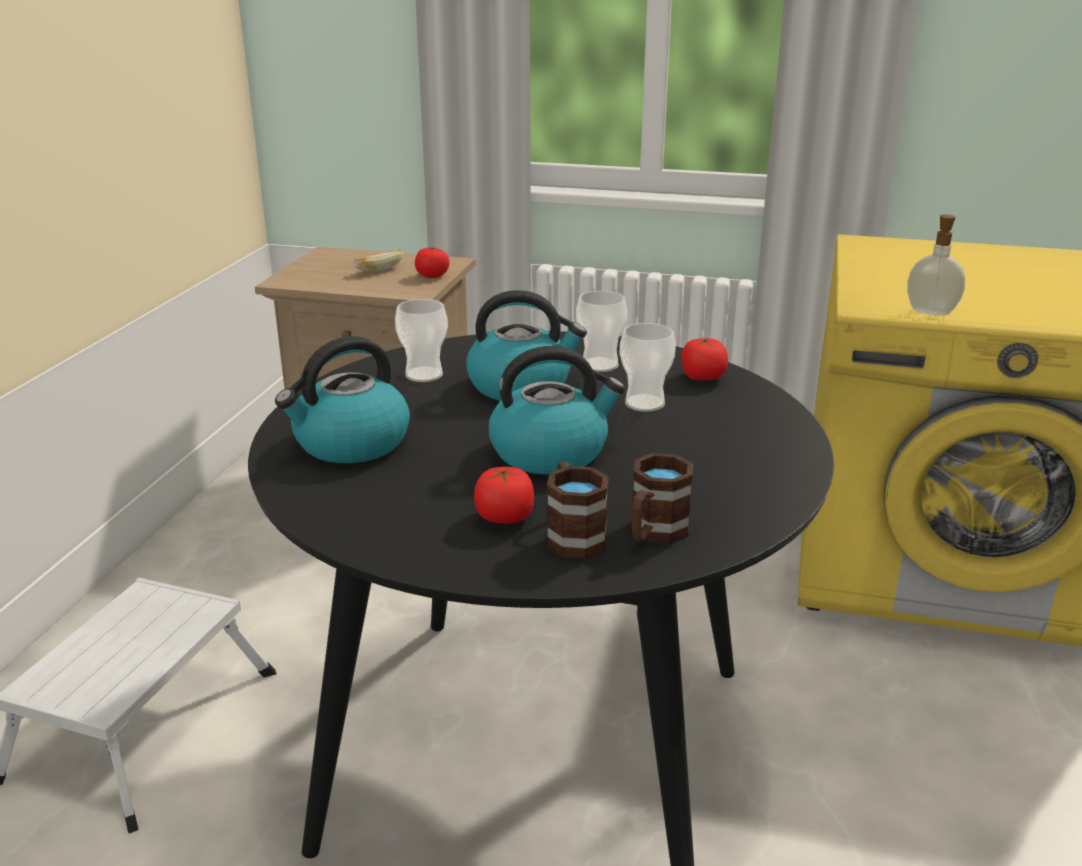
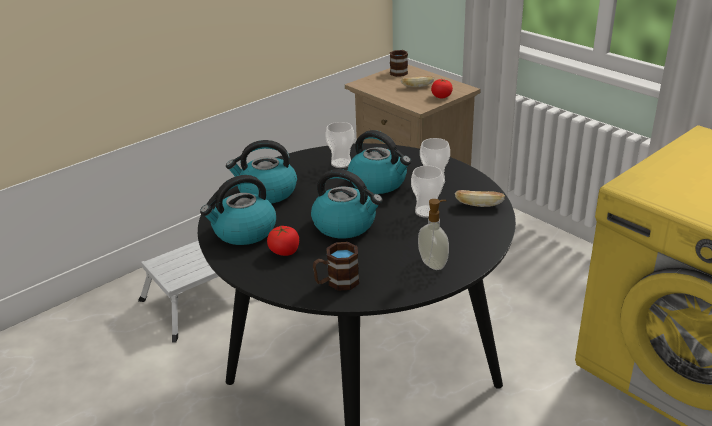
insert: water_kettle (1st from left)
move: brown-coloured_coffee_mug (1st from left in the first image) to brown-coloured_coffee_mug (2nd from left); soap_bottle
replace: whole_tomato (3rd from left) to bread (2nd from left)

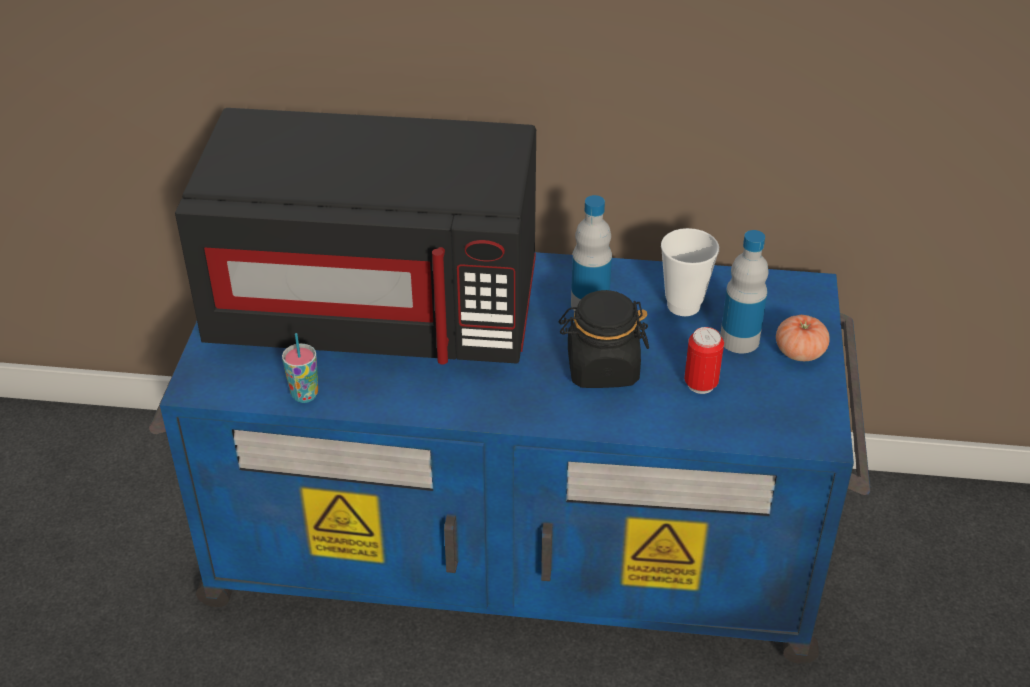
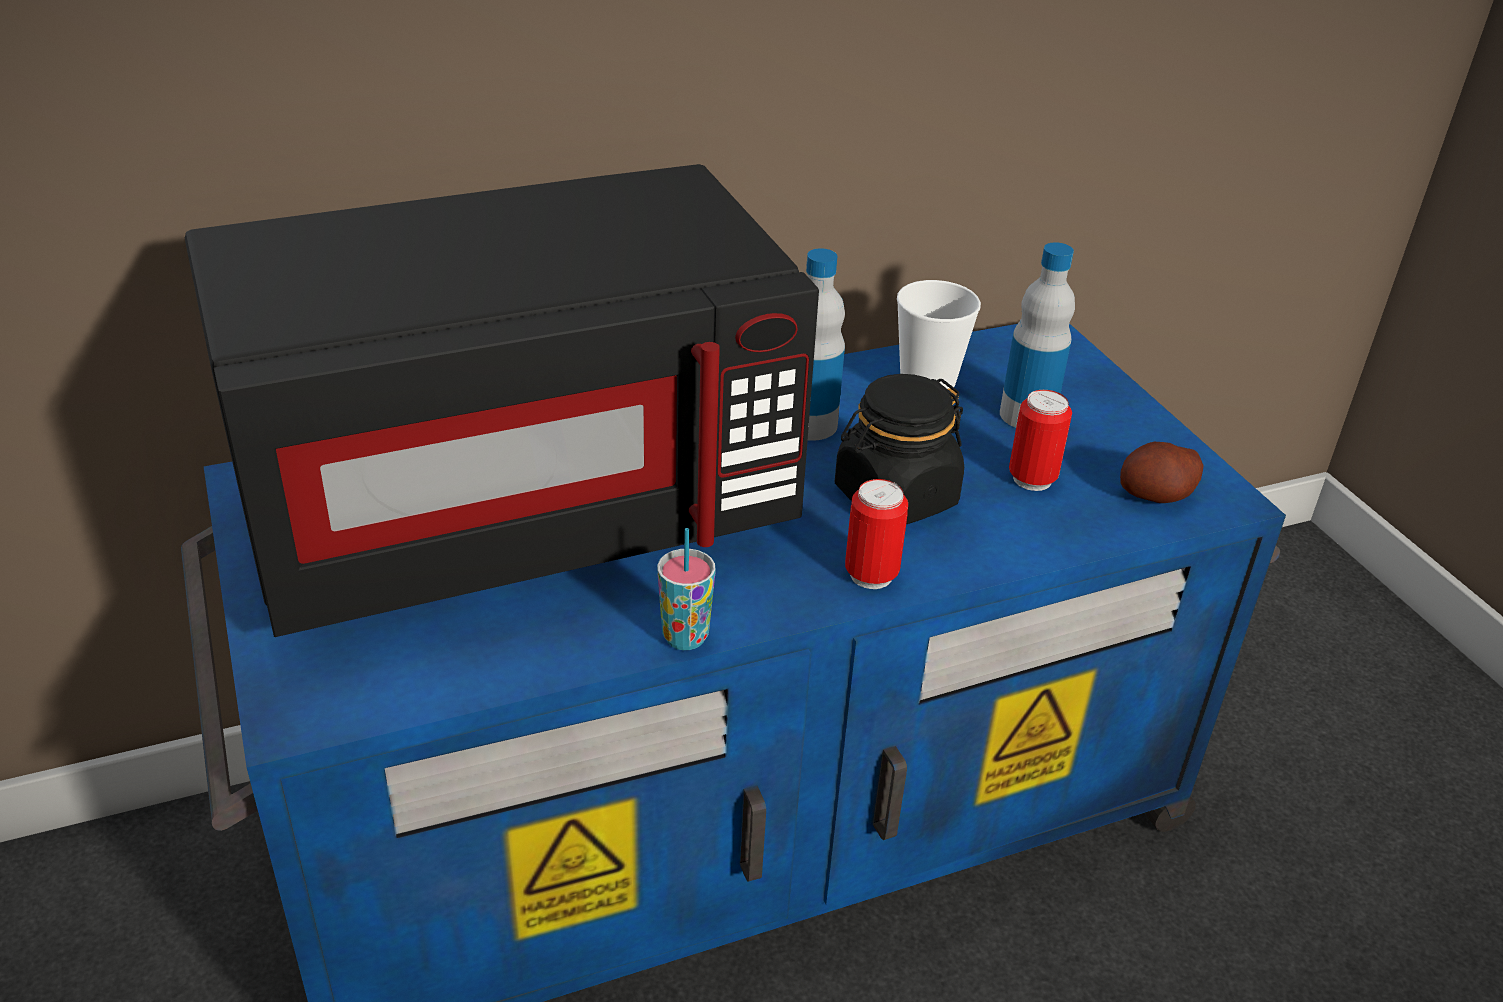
delete: whole_tomato
insert: can (1st from left); spud
move: small_cup (1st from left)

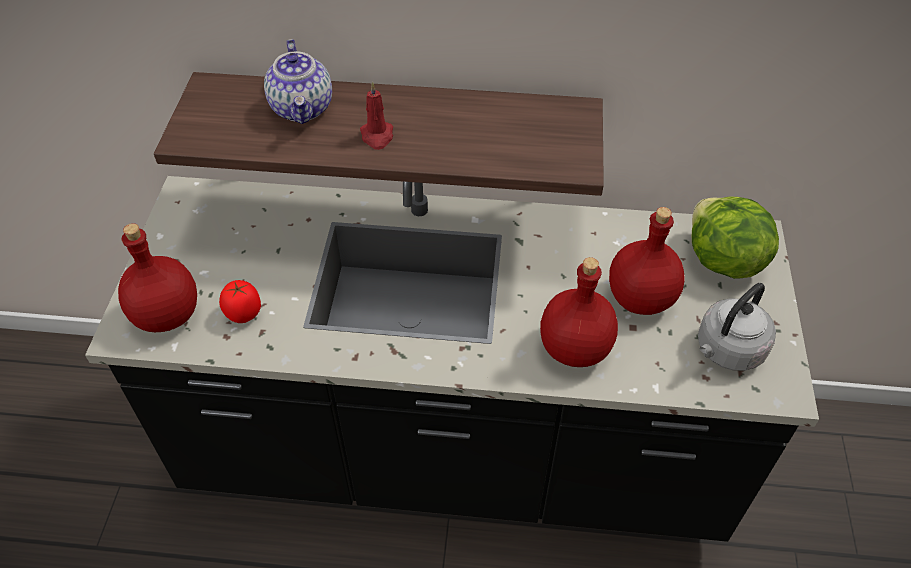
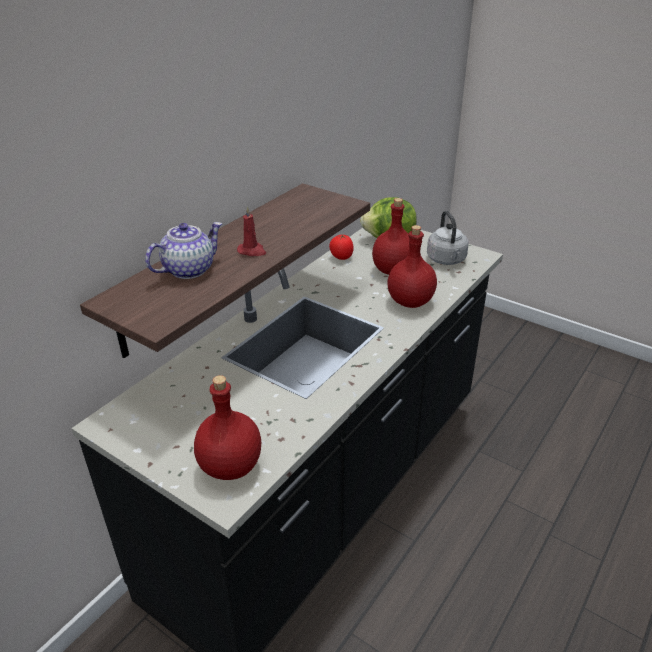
move: whole_tomato
rotate: pot_for_tea 60 degrees counterclockwise

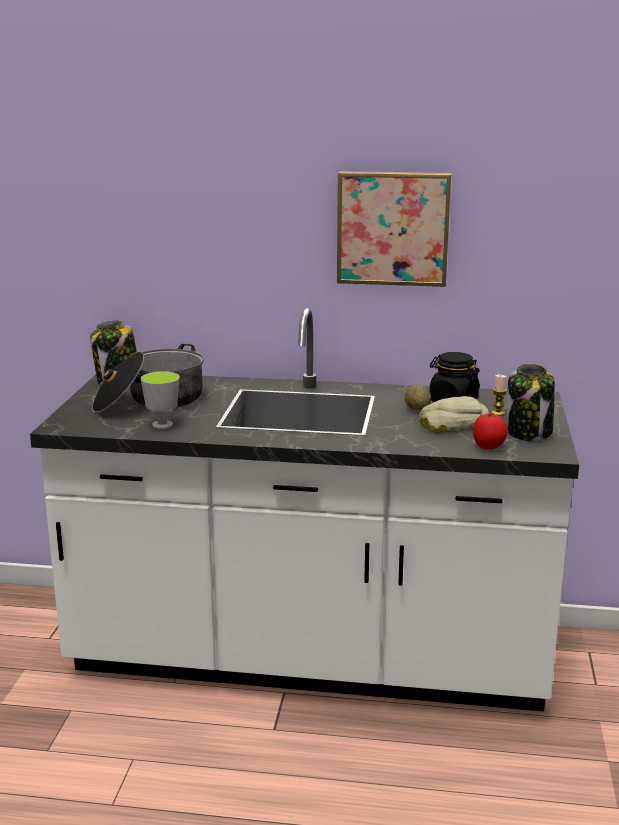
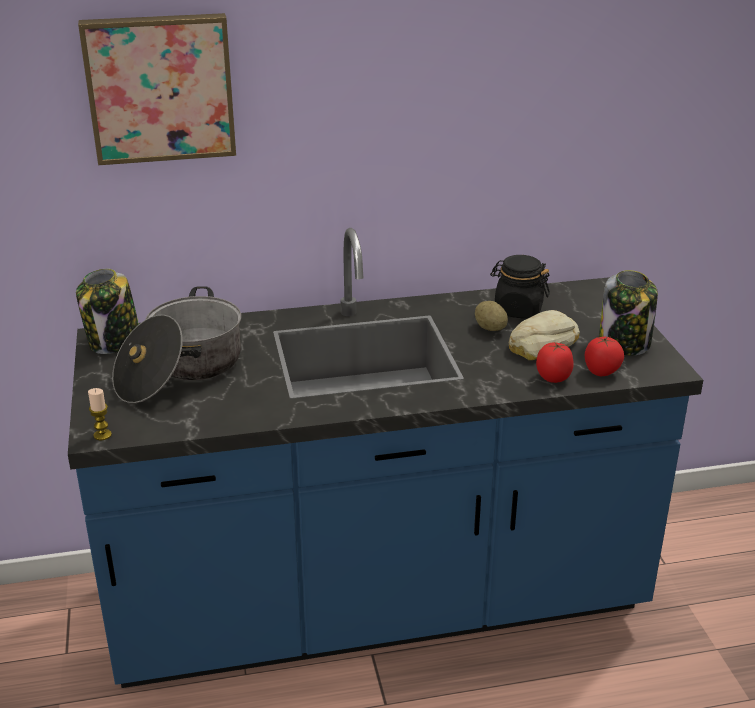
delete: small_cup
insert: whole_tomato (1st from left)
move: picture; wax_light
recolor: white_kitchen_counter to blue-coloured_kitchen_counter

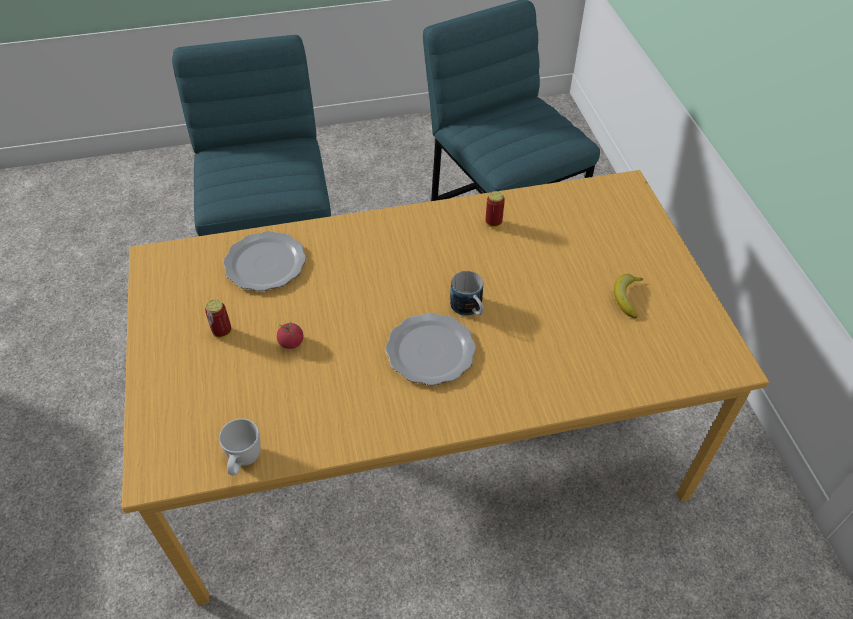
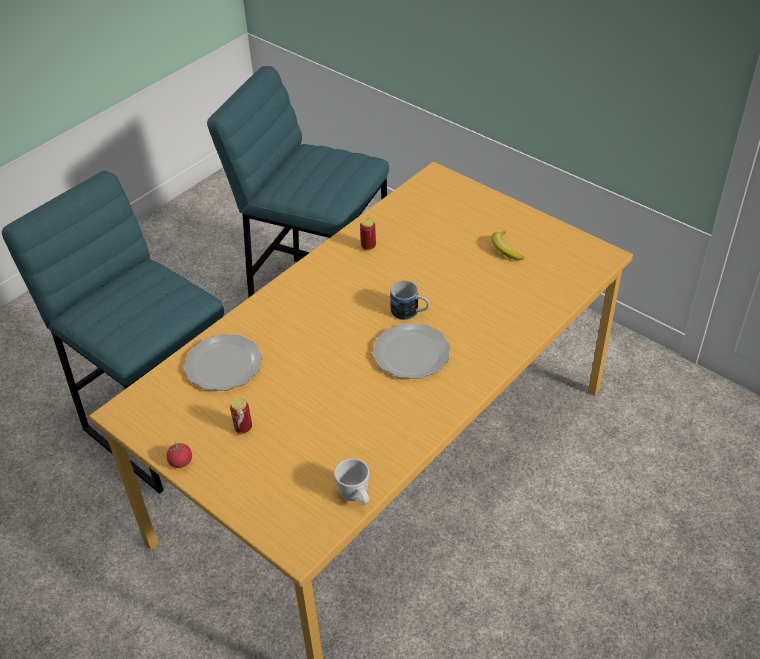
move: whole_tomato

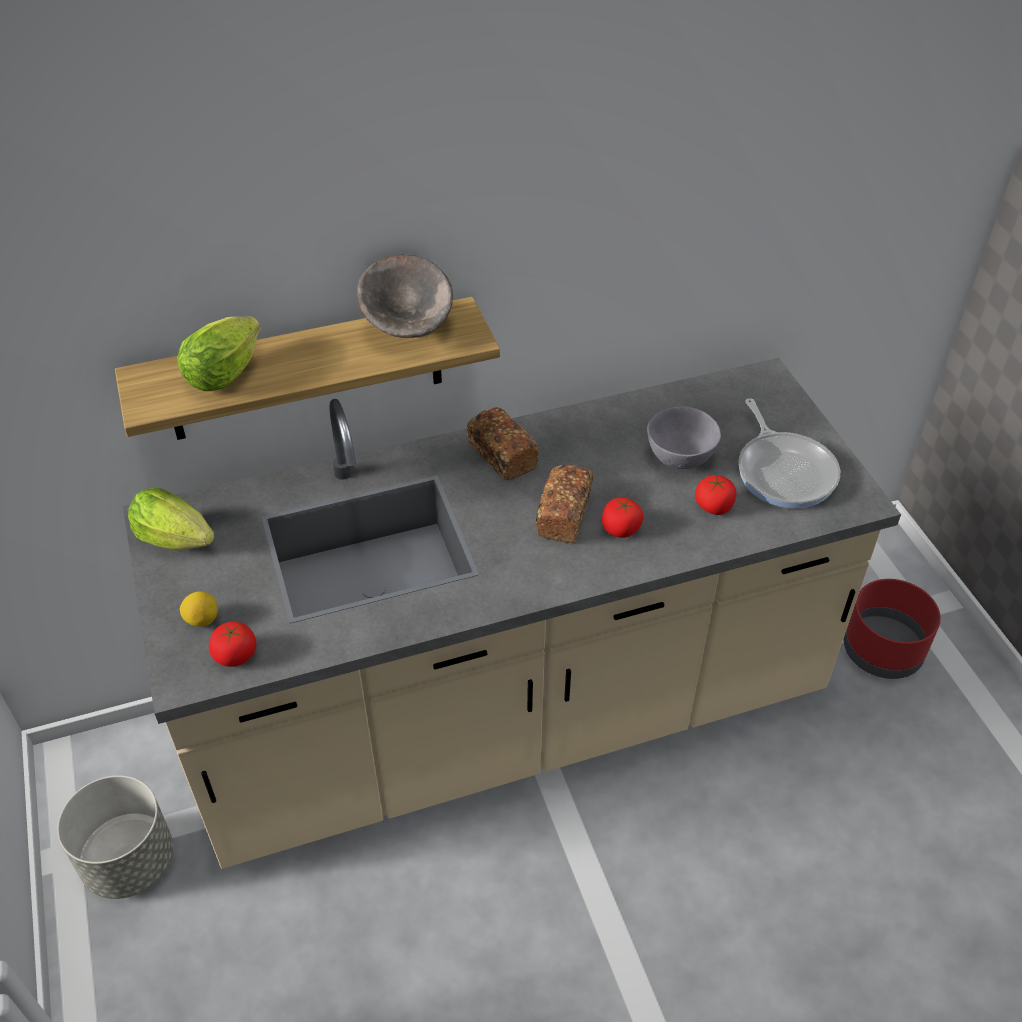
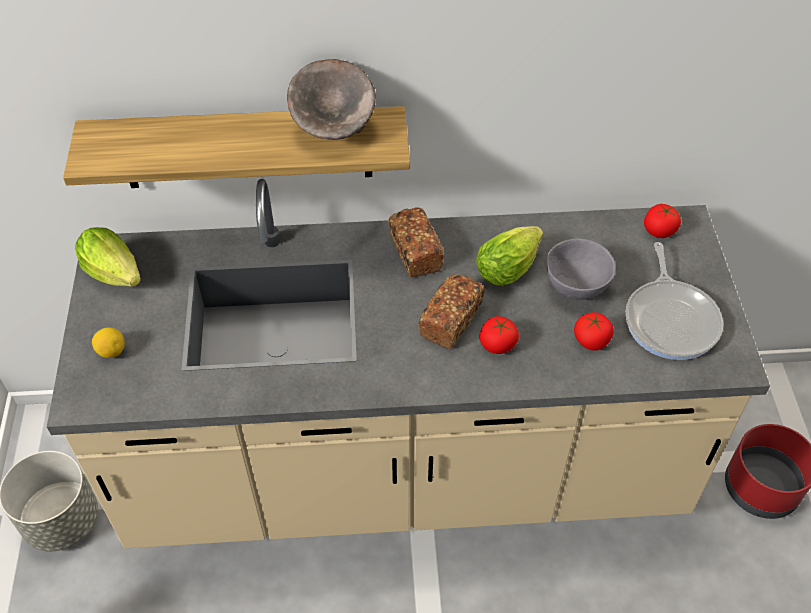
move: lettuce (2nd from left); whole_tomato (1st from left in the first image) to whole_tomato (3rd from left)

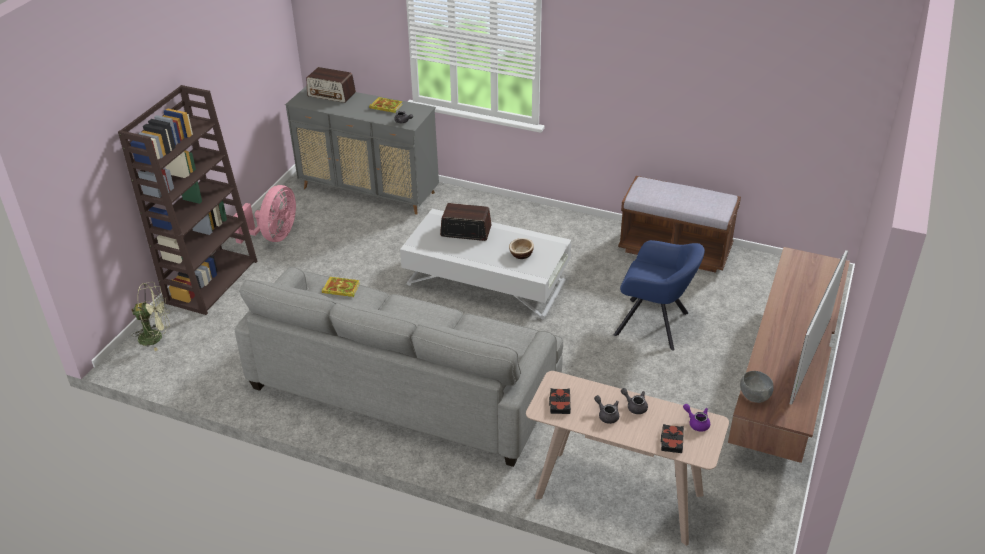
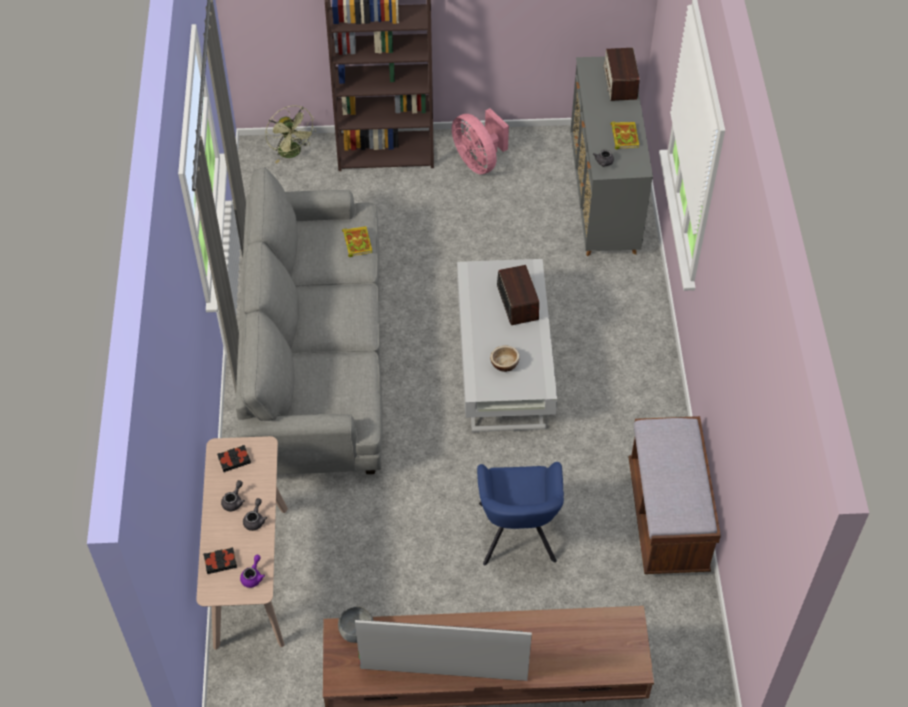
rotate: pink-coloured_cooling_fan 60 degrees clockwise

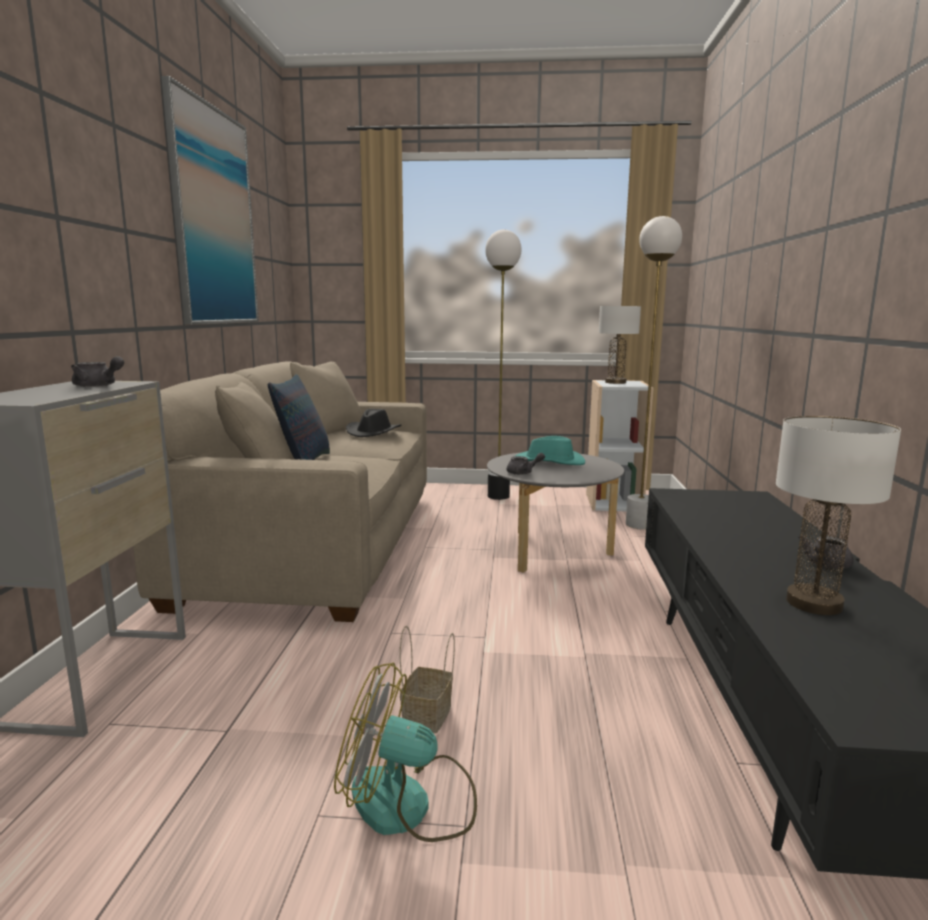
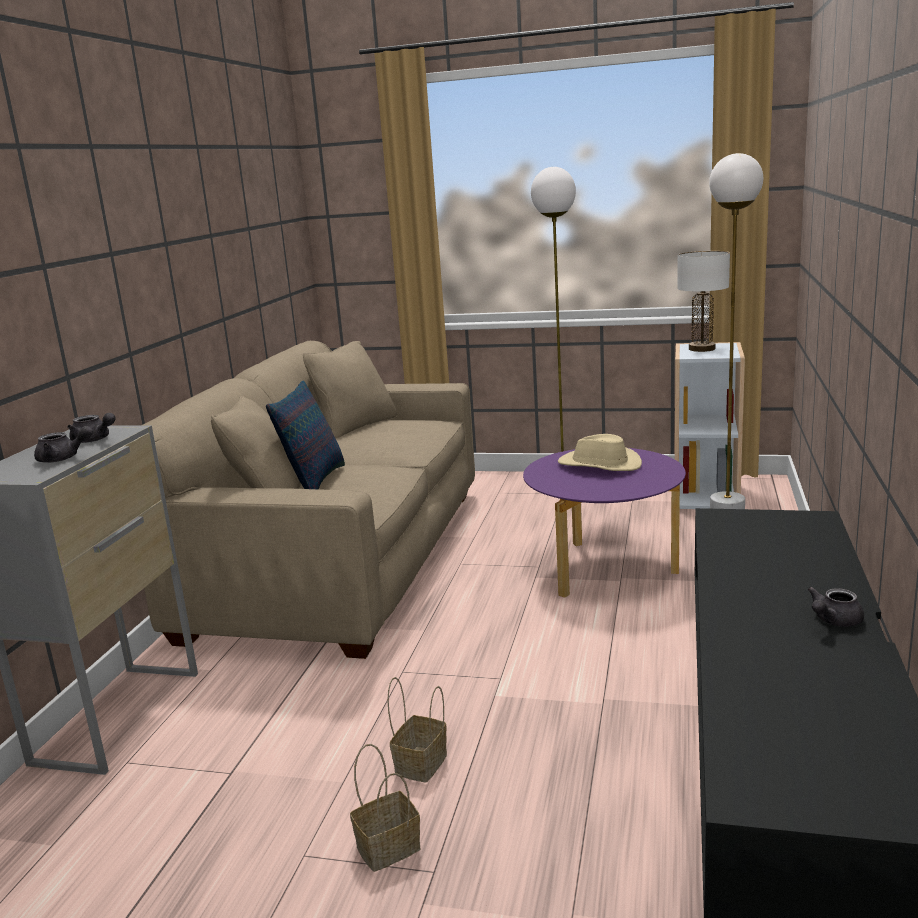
delete: picture; black-coloured_clothing_hat; tabletop_lamp (2nd from left)
move: gray_pot_for_tea (2nd from left in the first image) to gray_pot_for_tea (1st from left)
replace: cooling_fan to storage_basket (1st from left)
recolor: gray_low_table to purplish_low_table; blue-green_clothing_hat to beige-coloured_clothing_hat

